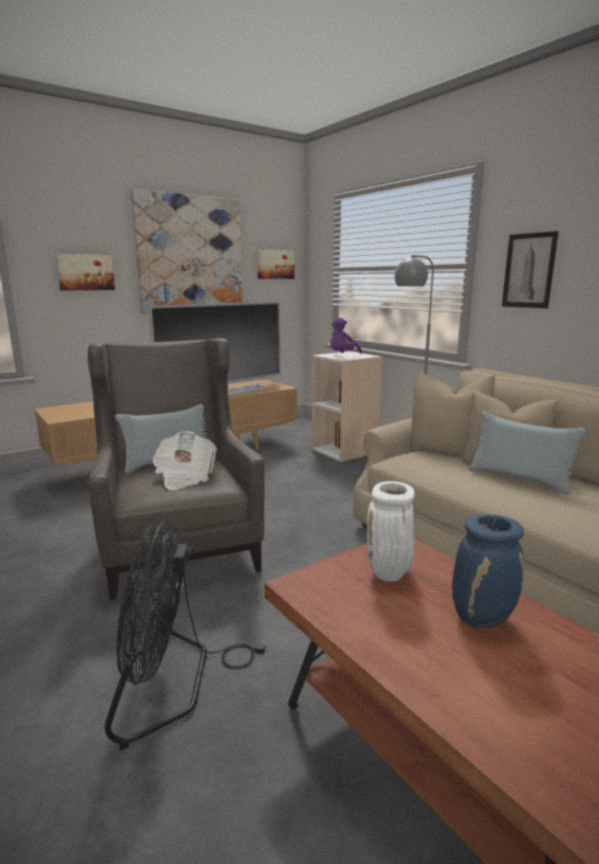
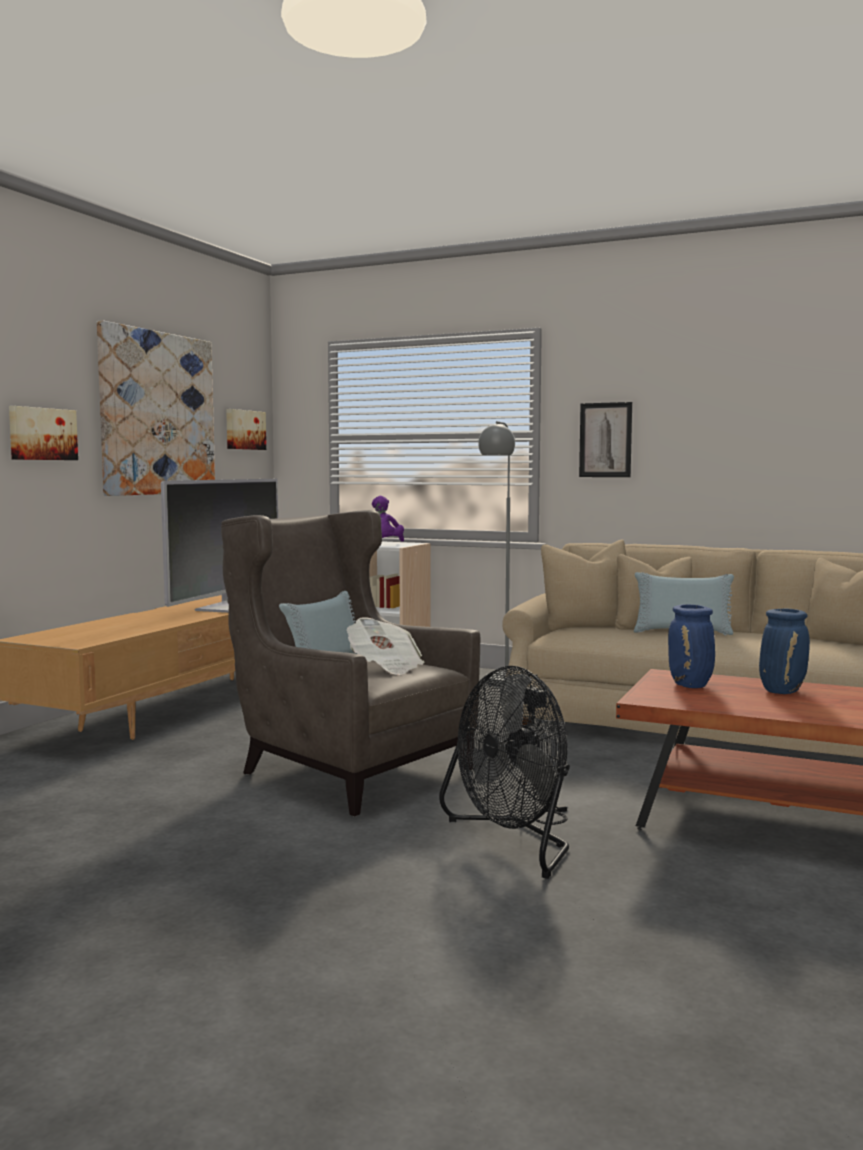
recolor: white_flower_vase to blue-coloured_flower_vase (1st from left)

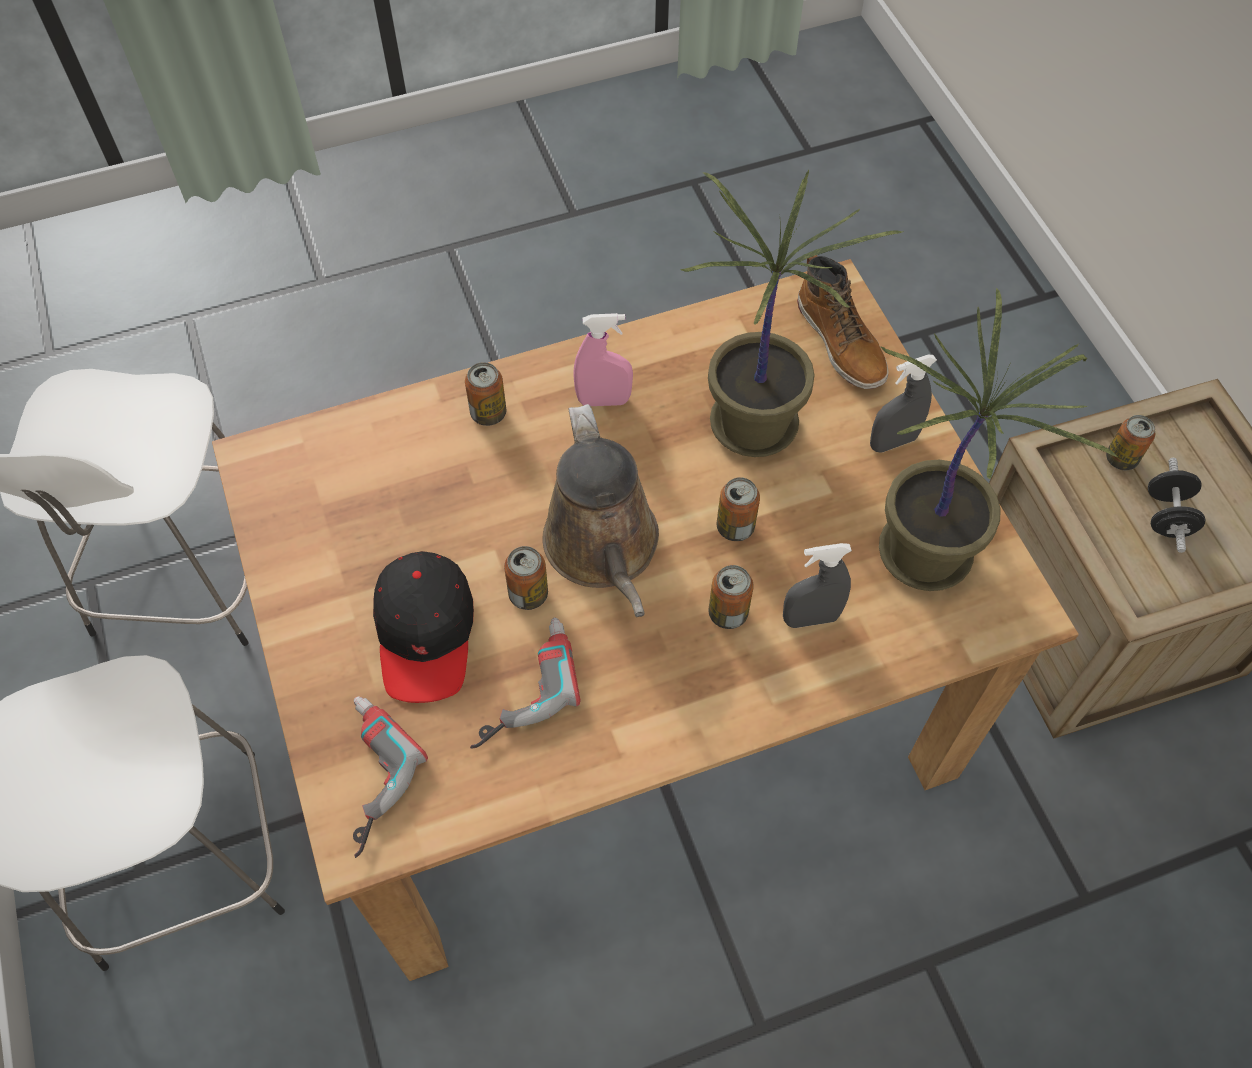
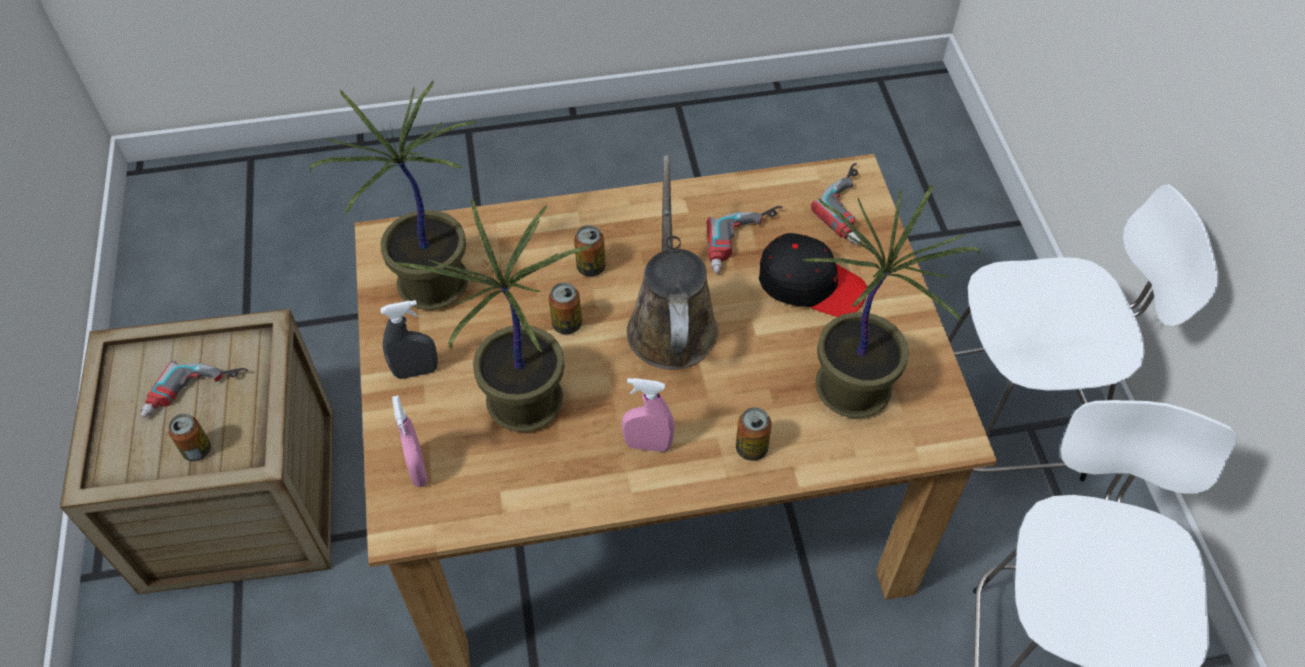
delete: can (2nd from left); gray_spray_bottle (1st from left)
insert: potted_plant (3rd from left)
replace: black-coloured_dumbbell to power_drill (1st from left); boot to pink-coloured_spray_bottle (1st from left)
rotate: black-coloured_cap 105 degrees clockwise

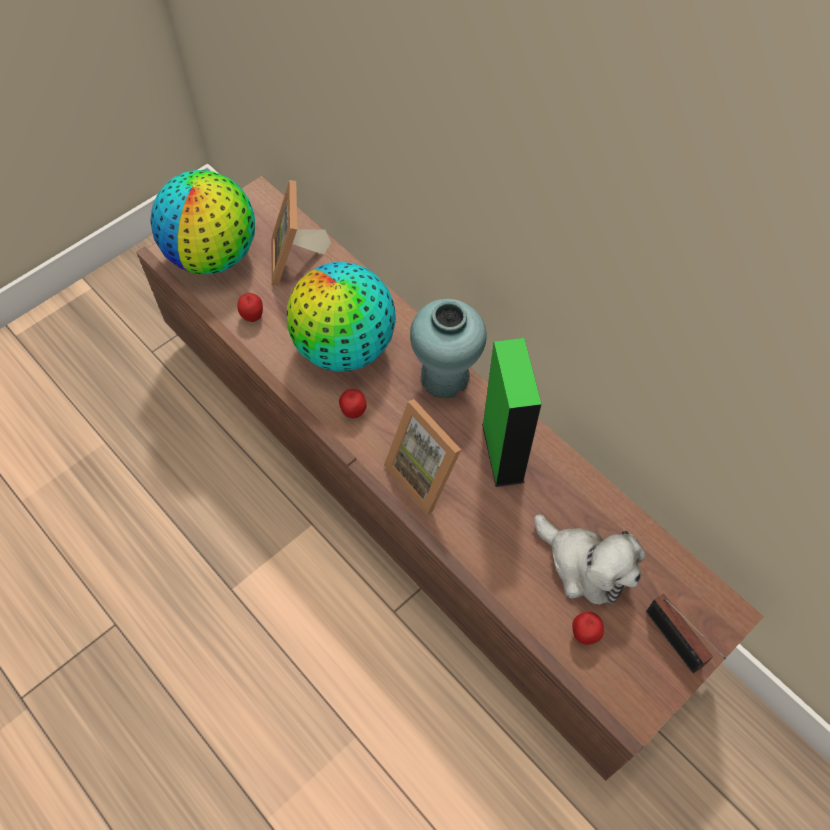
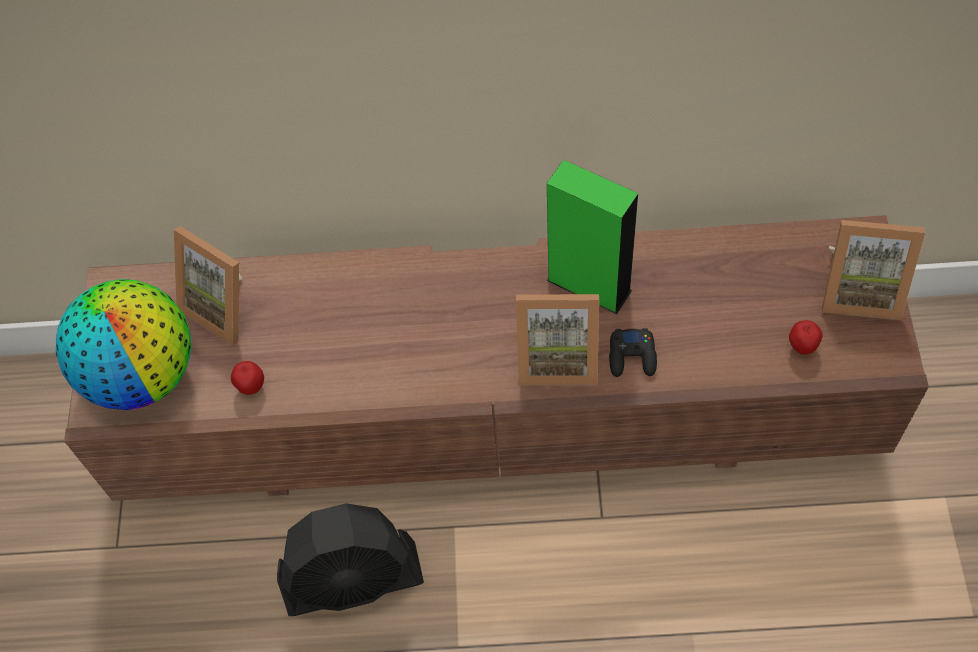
delete: globe (2nd from left); apple (2nd from left); blue-green_flower_vase; soft_toy
insert: black-coloured_cooling_fan; black-coloured_gamepad
replace: radio_set to picture_frame (3rd from left)

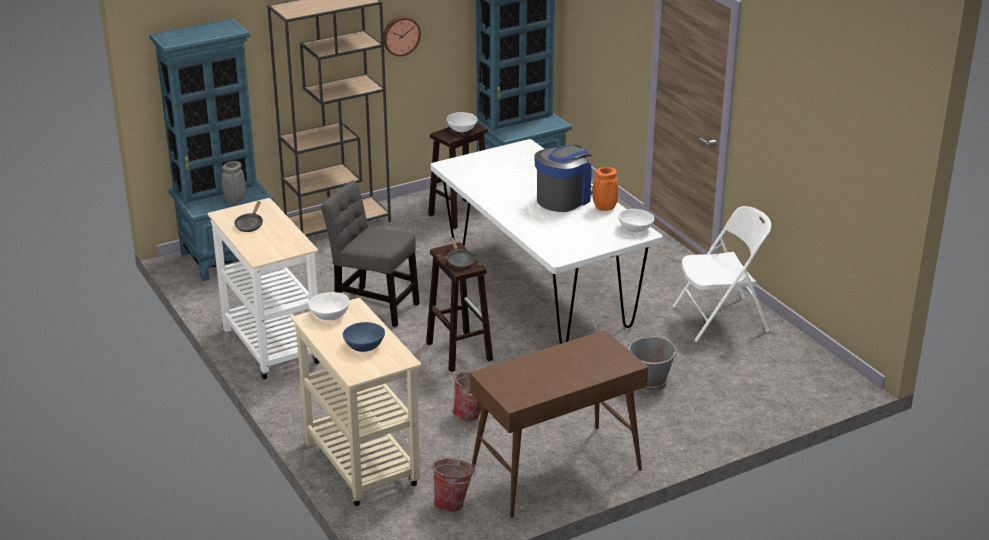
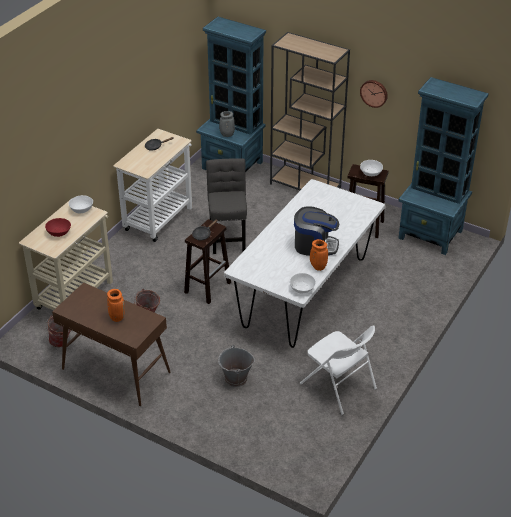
insert: orange_flower_vase (1st from left)
recolor: blue-coloured_serving_bowl to red_serving_bowl

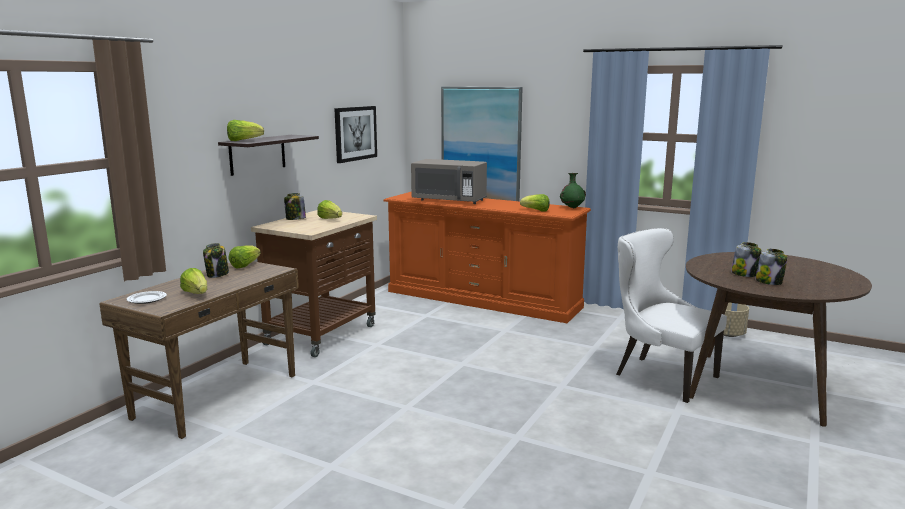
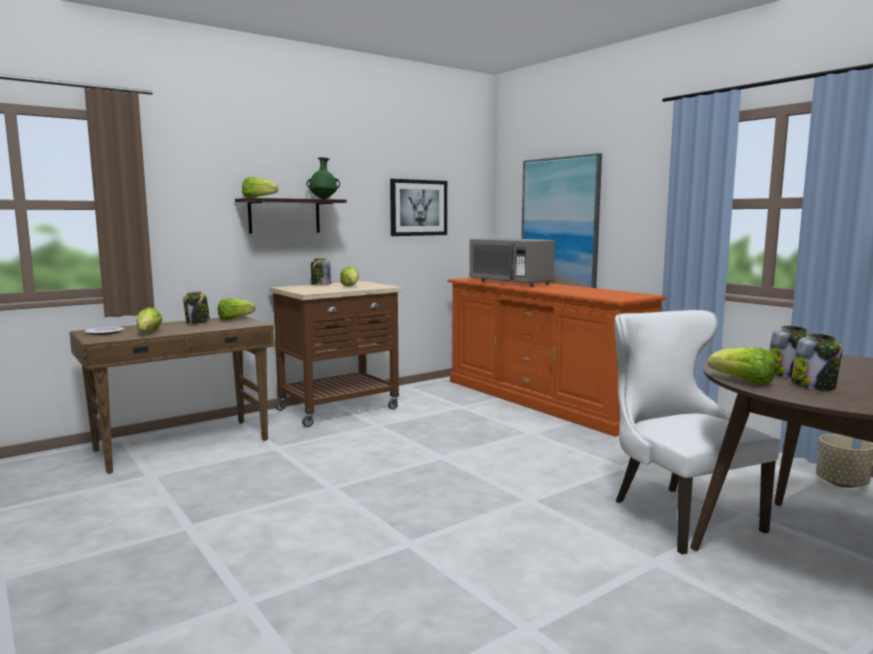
move: green_flower_vase; lettuce (5th from left)

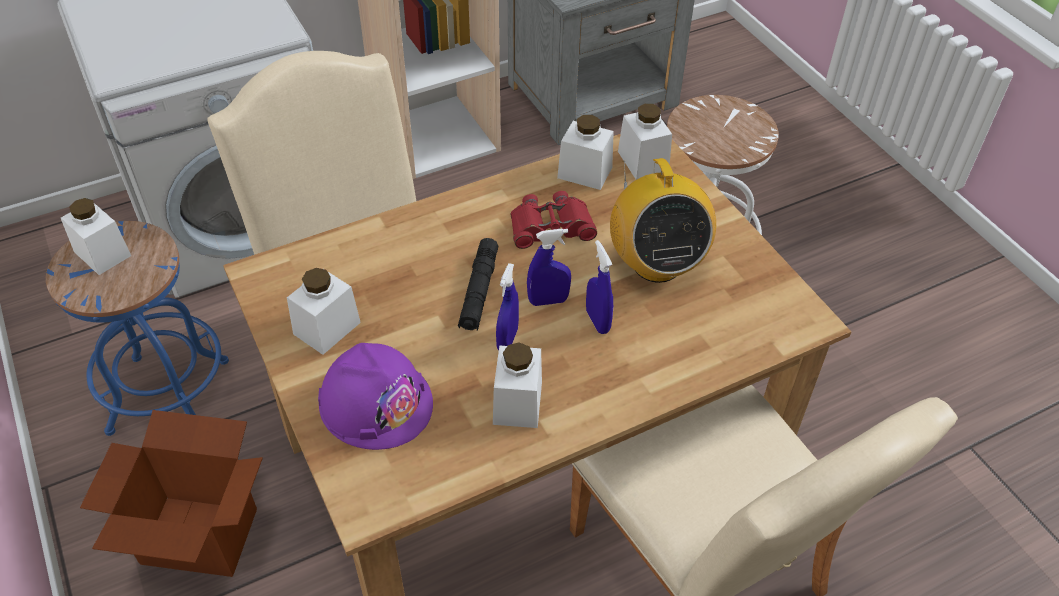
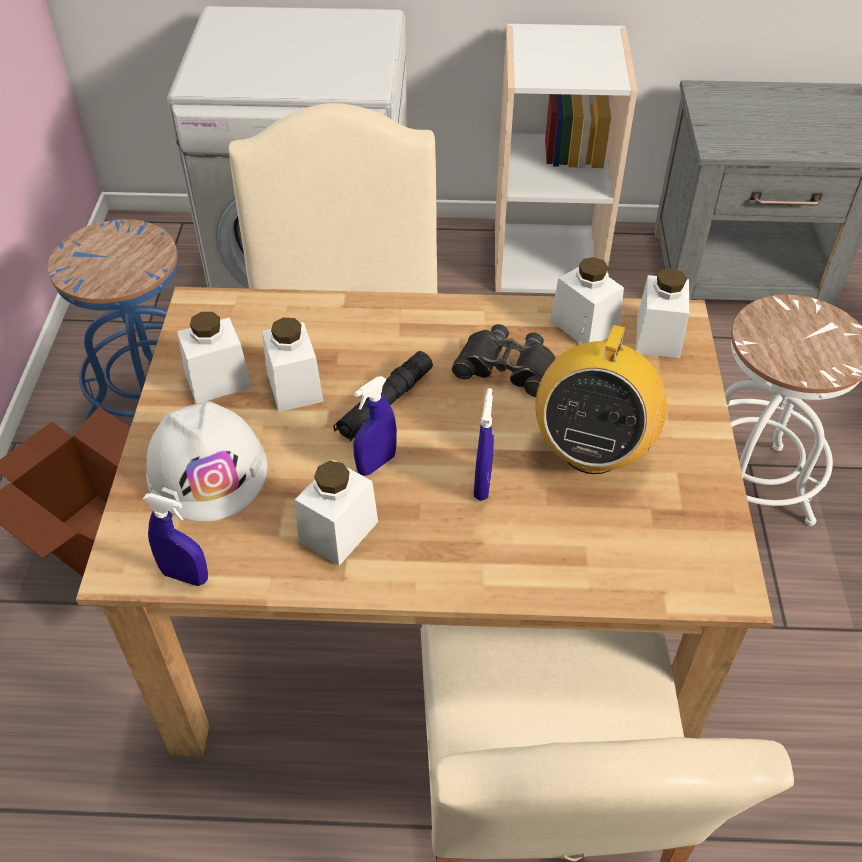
move: blue-coloured_spray_bottle (2nd from left in the first image) to blue-coloured_spray_bottle (1st from left); white_jar (1st from left in the first image) to white_jar (2nd from left)
recolor: purplish_hard_hat to white_hard_hat; red_pair_of_binoculars to black-coloured_pair_of_binoculars

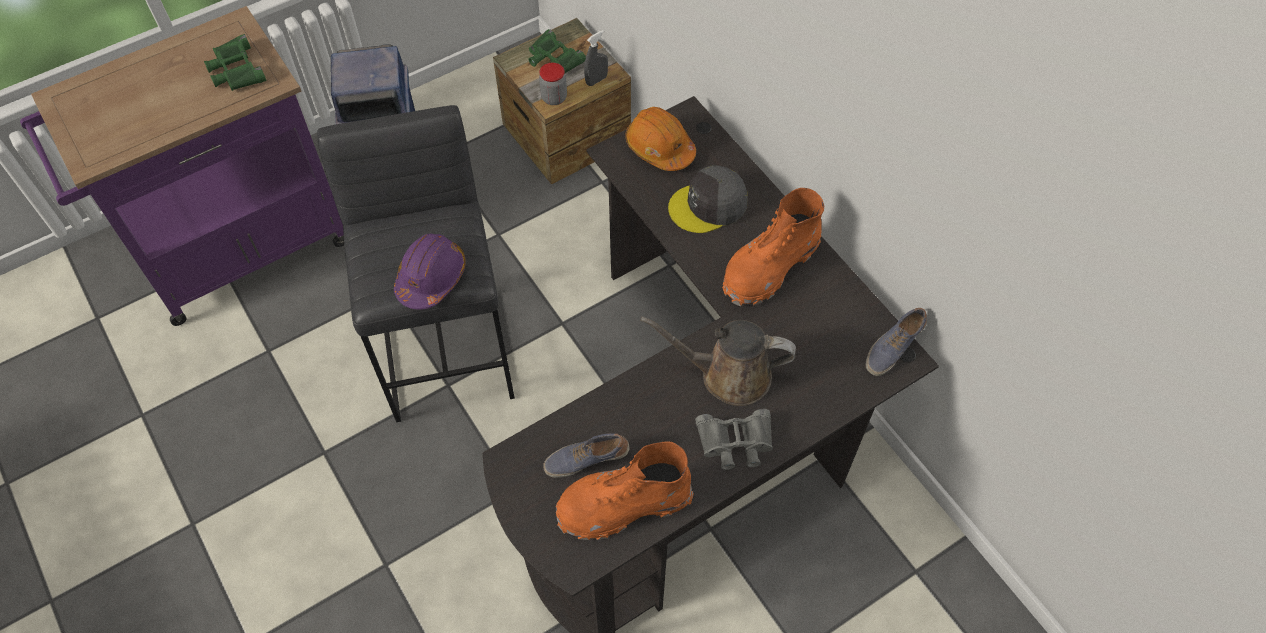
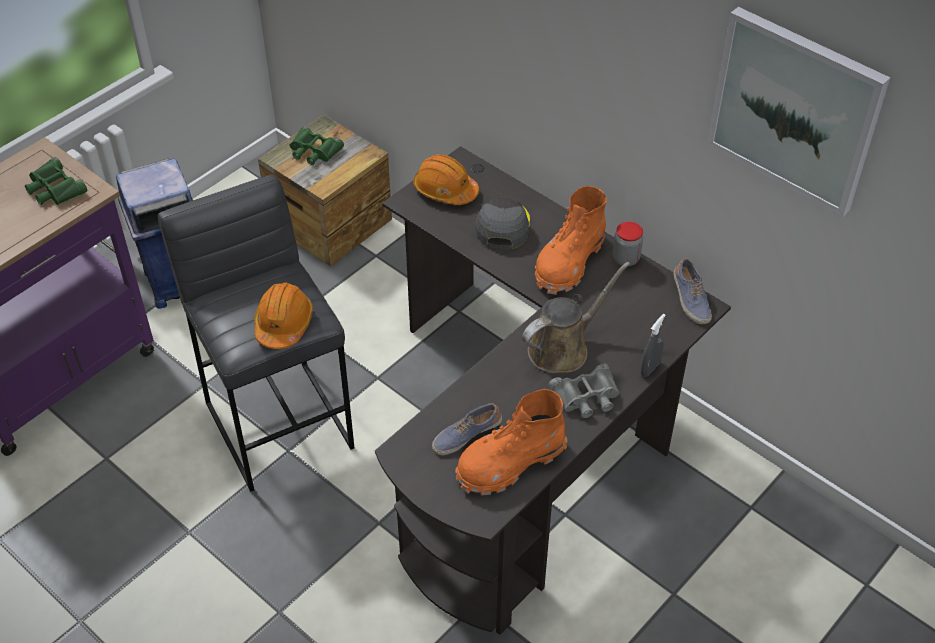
insert: picture
move: jar; gray_spray_bottle
recolor: purplish_hard_hat to orange_hard_hat (1st from left)
rotate: gray_cap 135 degrees clockwise; brown-coloured_sprinkling_can 150 degrees clockwise; shoe (2nd from left) 45 degrees counterclockwise

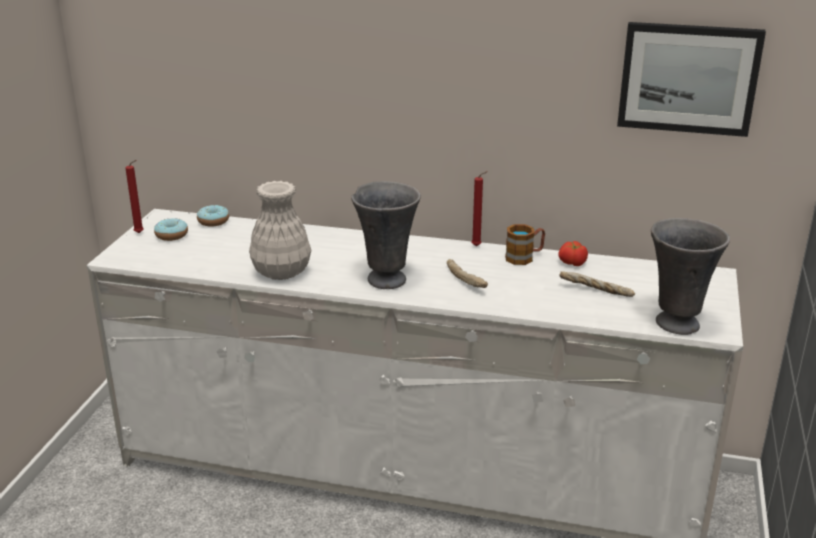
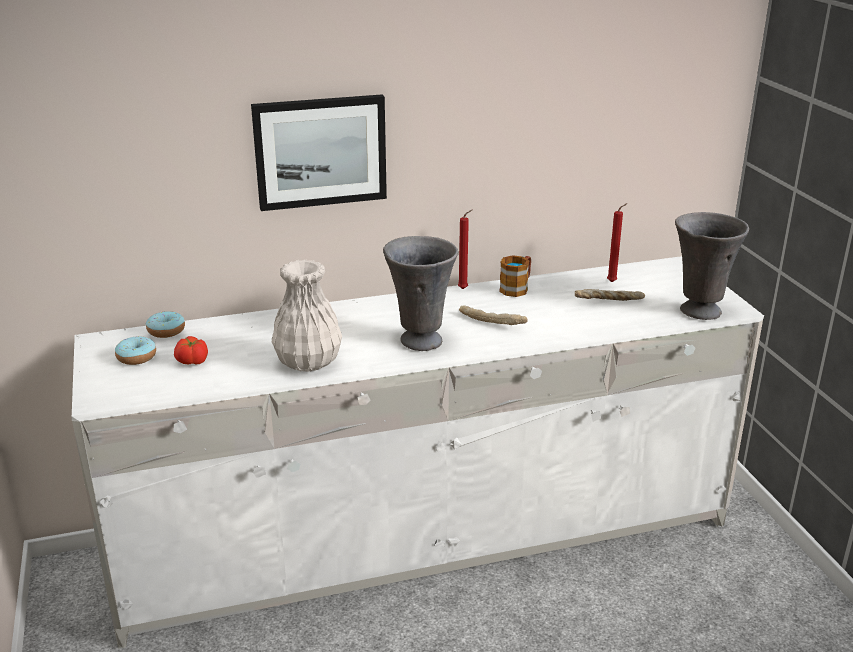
move: whole_tomato; picture; red_wax_light (1st from left in the first image) to red_wax_light (2nd from left)

